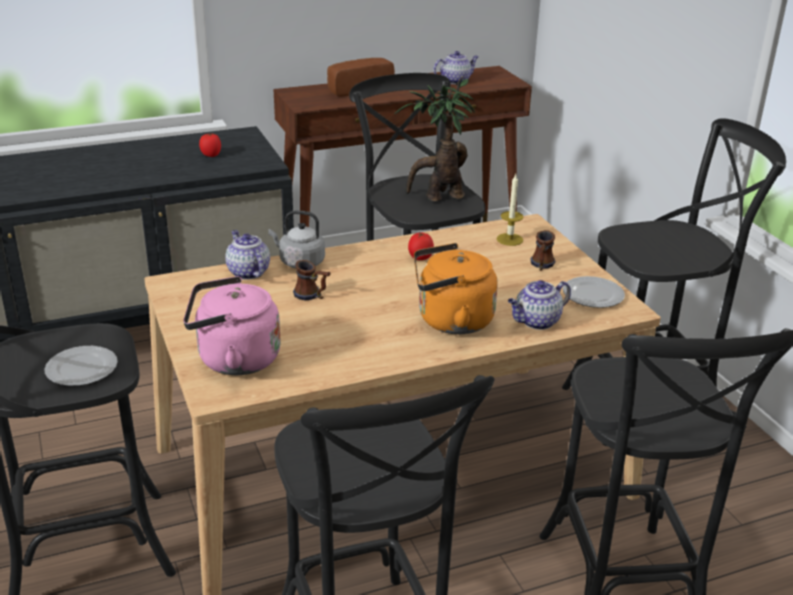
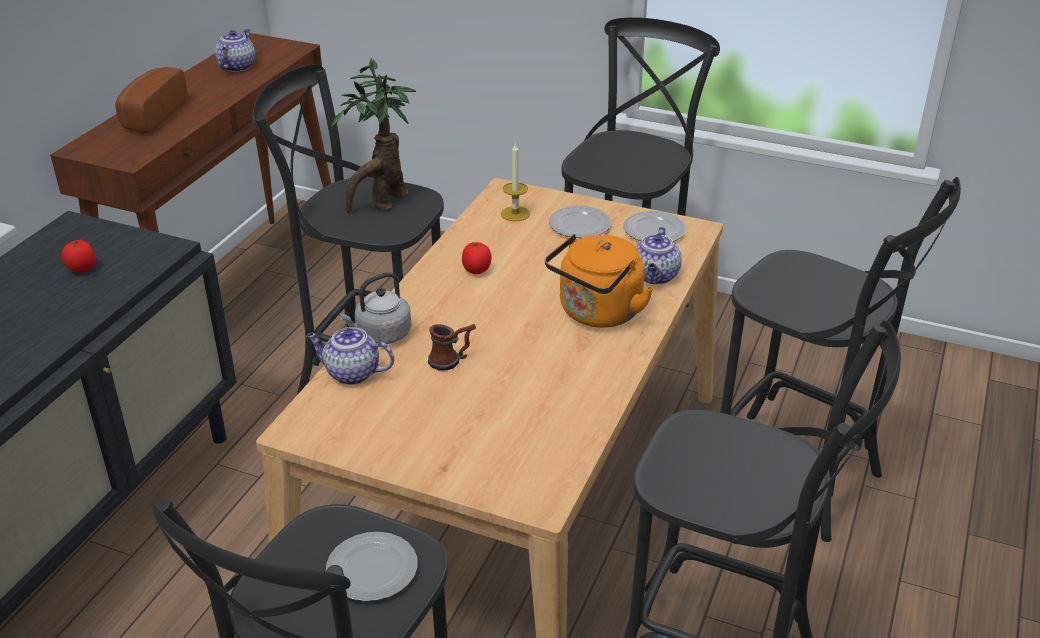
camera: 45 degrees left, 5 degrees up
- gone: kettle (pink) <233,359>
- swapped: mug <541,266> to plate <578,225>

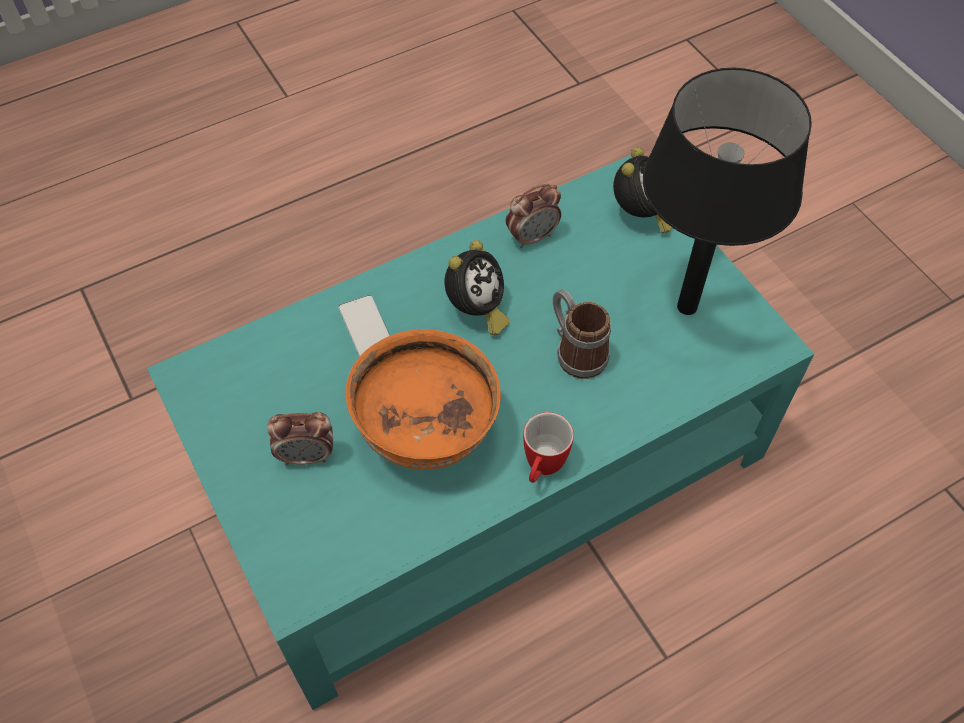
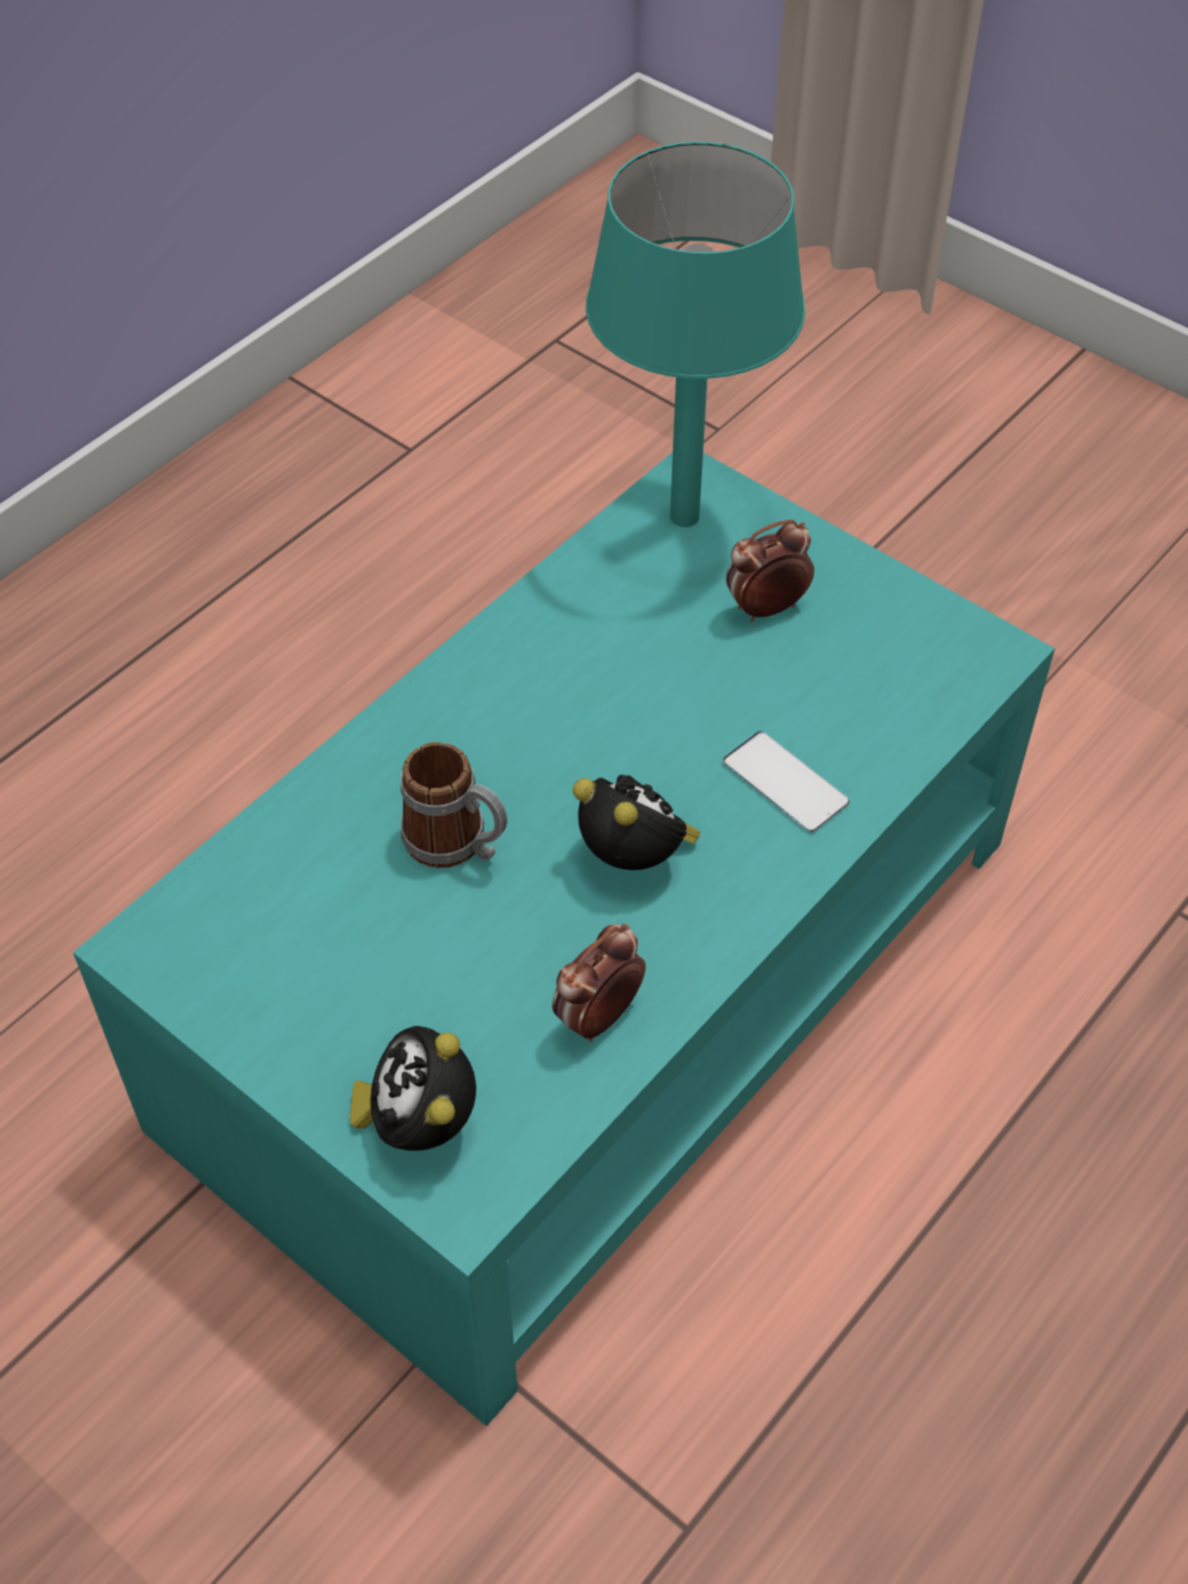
camera: 160 degrees right, 5 degrees down
- gone: bowl (orange) <427,432>
- rotated: alarm clock <476,310> = <636,860> 120 degrees clockwise
- gone: mug <541,469>
- gone: table lamp (black) <687,307>
- new: table lamp (turquoise) <684,518>

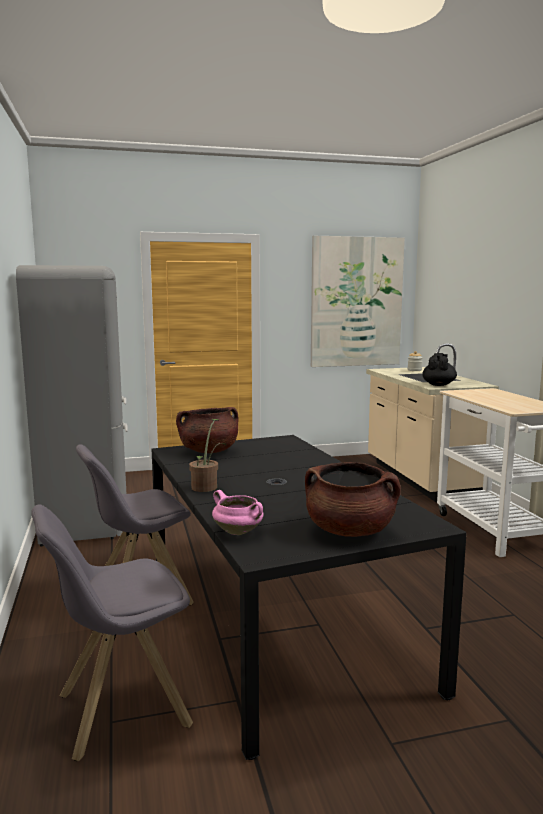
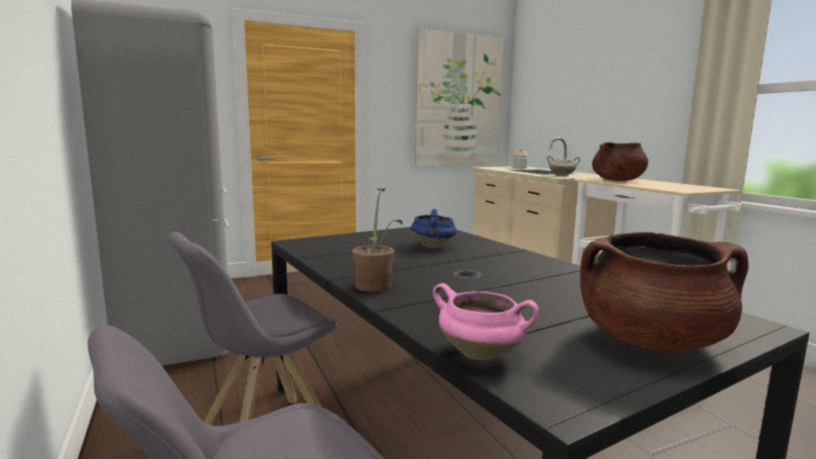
camera: 10 degrees left, 0 degrees up
- shifted: cooking pot (brown) <209,451> to <617,180>
- swapped: teapot (black) <438,385> to cooking pot (white) <562,176>
- new: cooking pot (blue) <433,246>

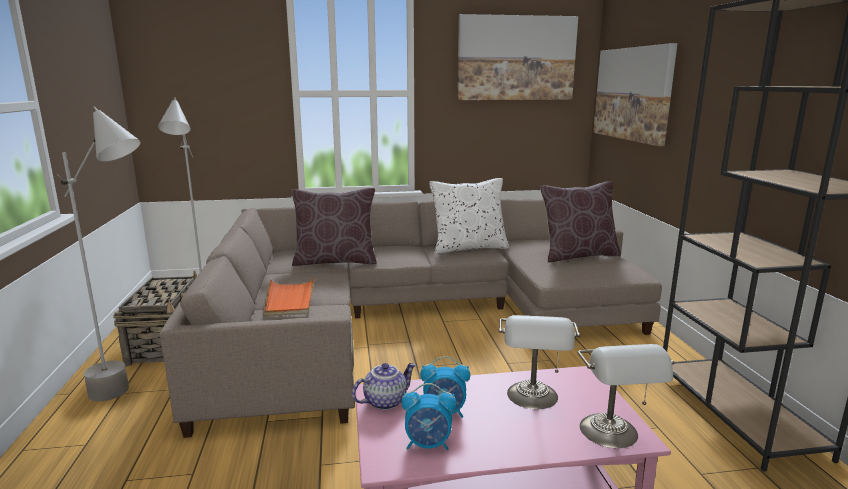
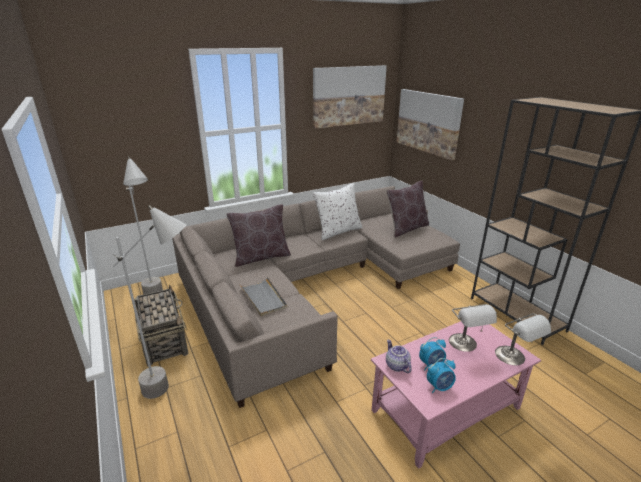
camera: 20 degrees left, 10 degrees up
- repainted: tray (orange) <290,299> to tray (grey) <263,298>
- rotated: teapot <385,401> = <396,365> 60 degrees counterclockwise

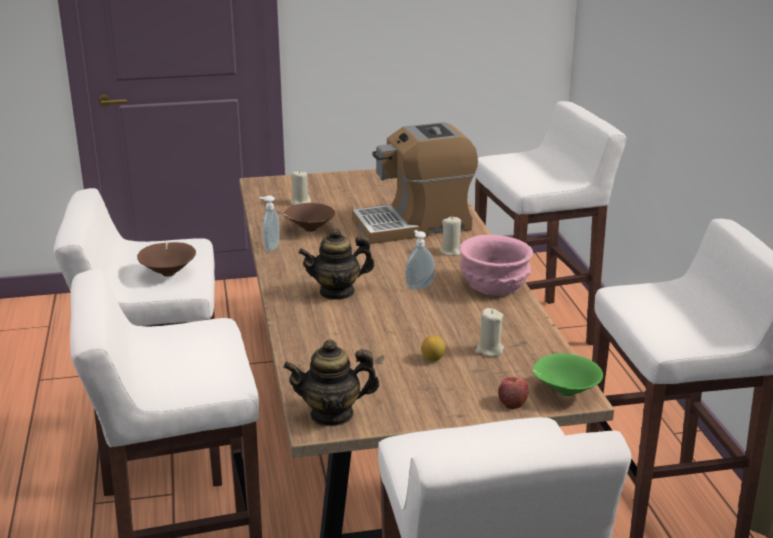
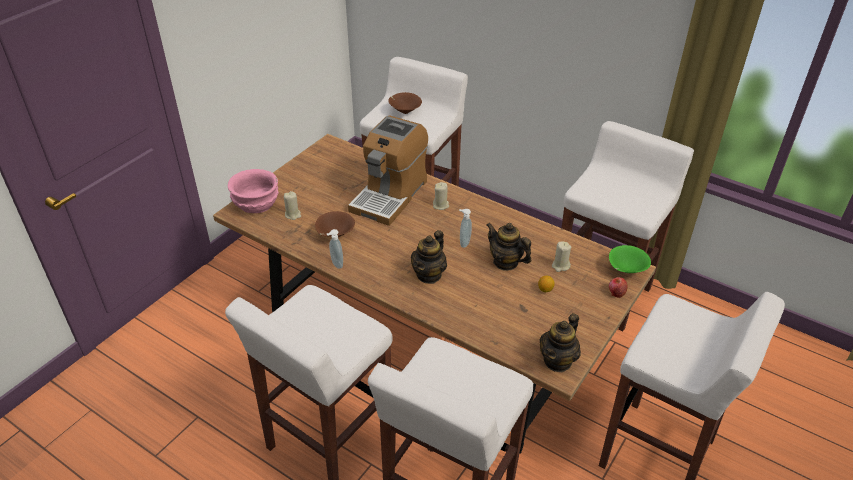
camera: 45 degrees left, 15 degrees up
- shifted: bowl (brown) <168,273> to <404,111>
- shifted: bowl (pink) <493,285> to <255,204>
- new: teapot <506,262>

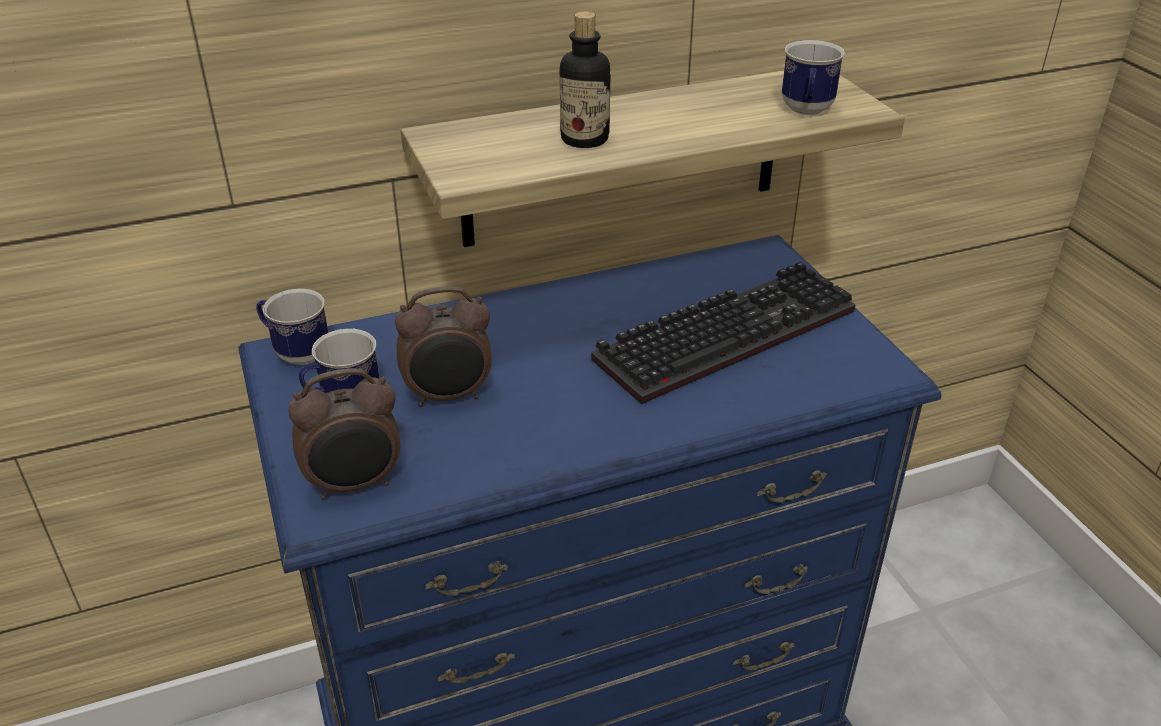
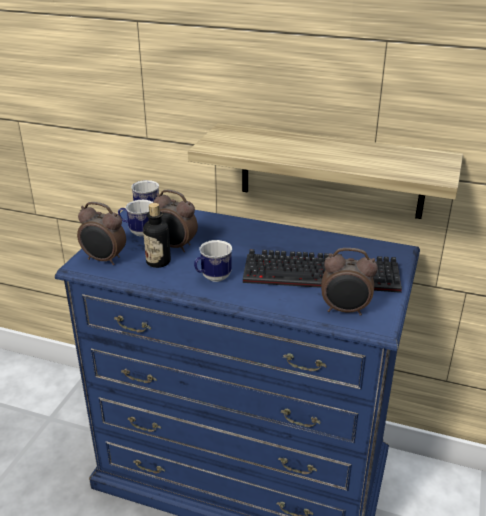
camera: 40 degrees right, 5 degrees down
- shifted: bottle <584,139> to <158,262>
- shifted: mug <806,111> to <212,278>
- new: alarm clock <345,310>

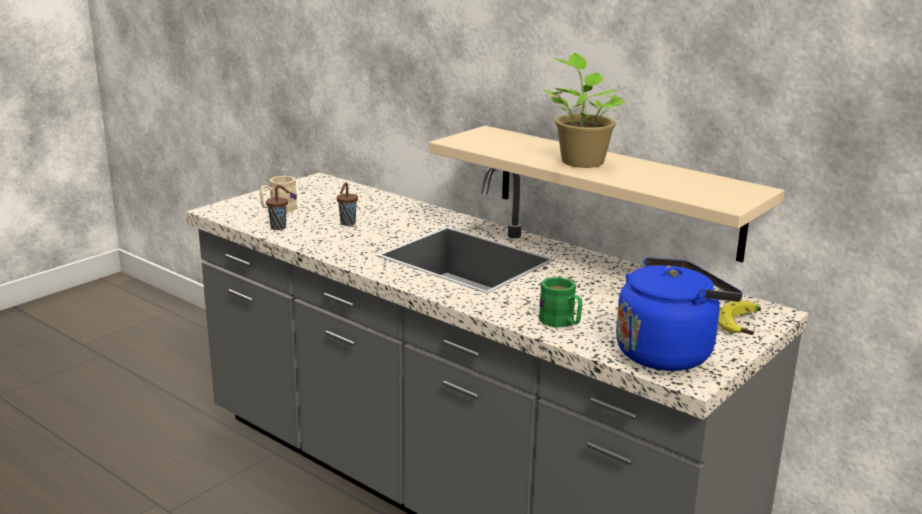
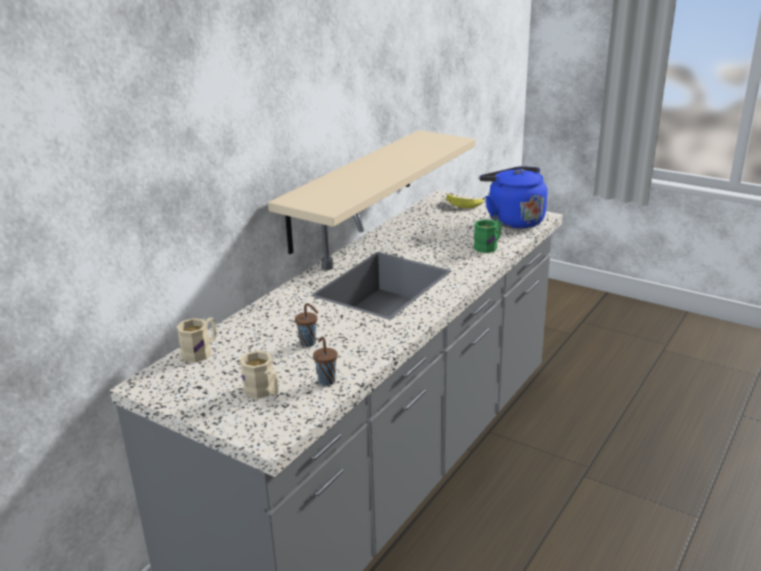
camera: 95 degrees left, 5 degrees up
- gone: potted plant <581,161>
- new: mug (beige) <201,351>

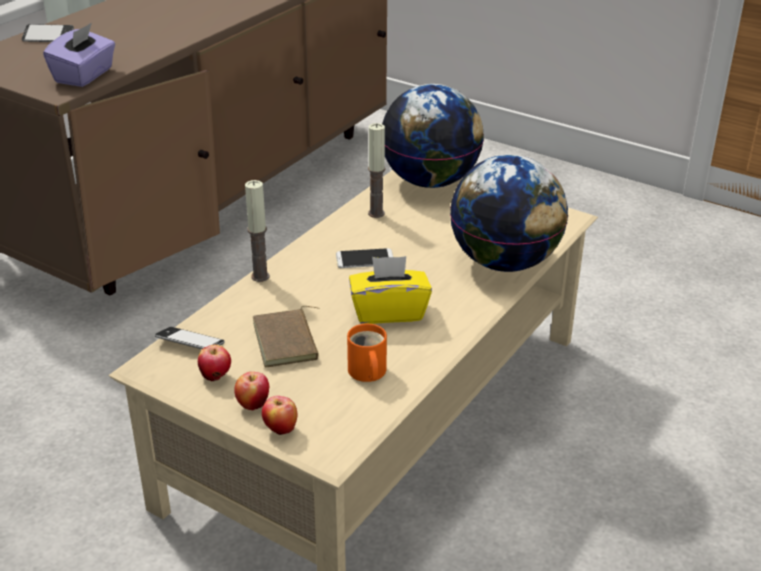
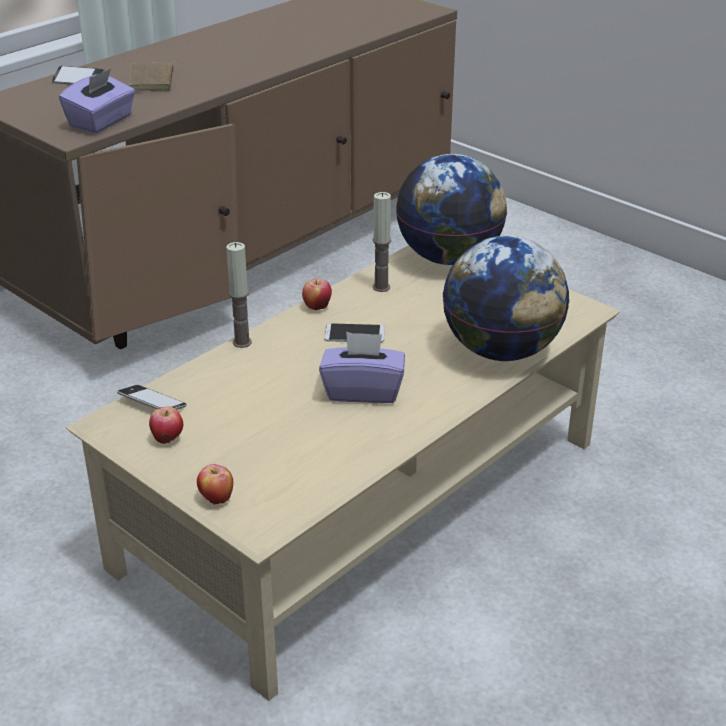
camera: 10 degrees right, 0 degrees up
- shifted: apple <253,404> to <317,307>
- shifted: book (brown) <288,341> to <154,81>
- gone: mug (orange) <366,372>
- repainted: tissue box (yellow) <389,311> to tissue box (purple) <363,391>

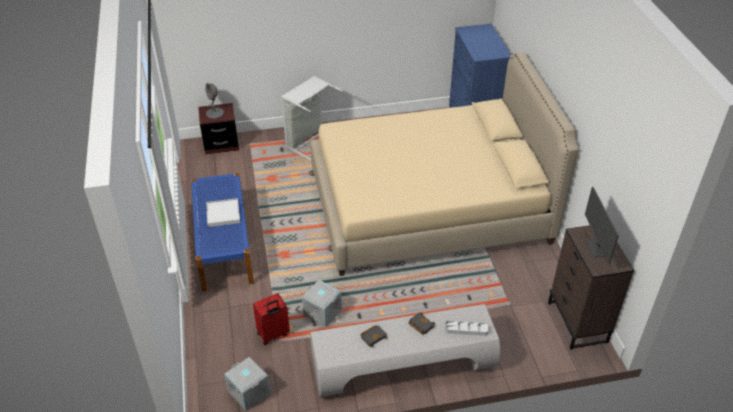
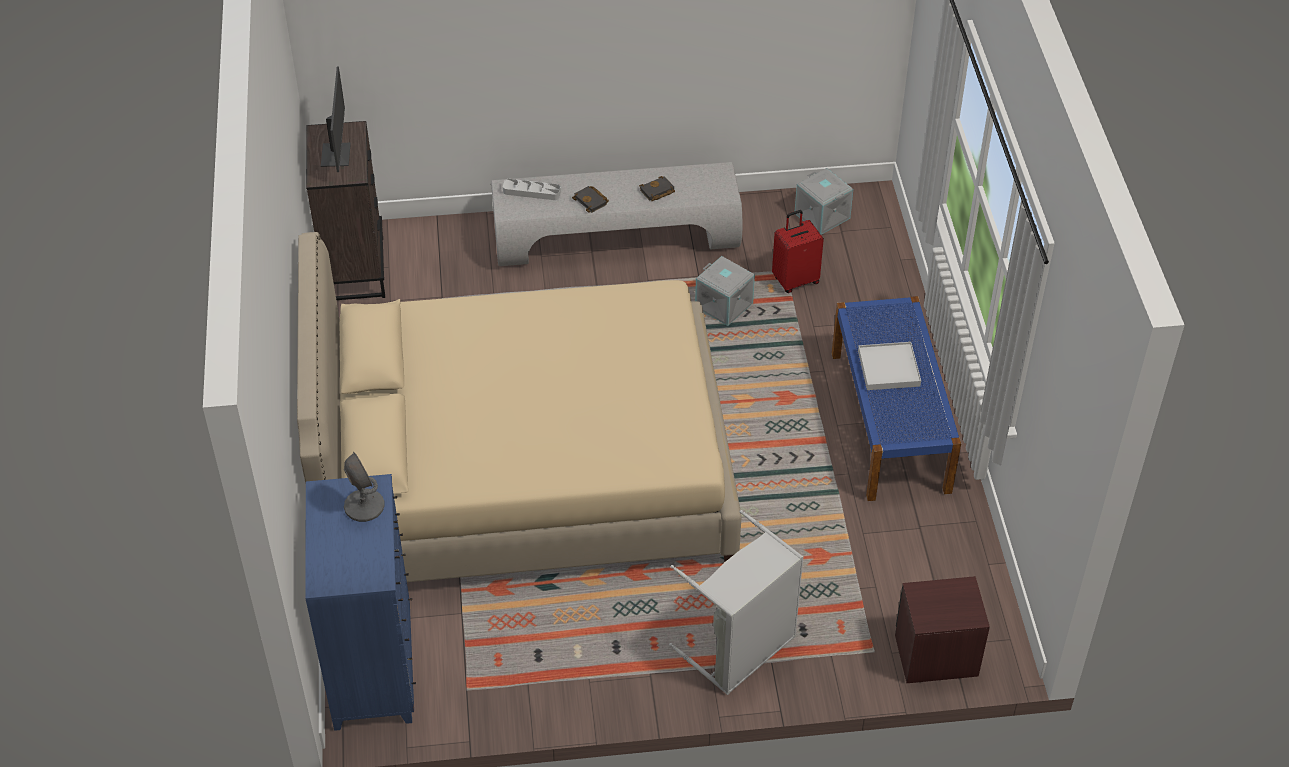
camera: 175 degrees left, 5 degrees up
- shifted: table lamp (grey) <215,113> to <364,505>

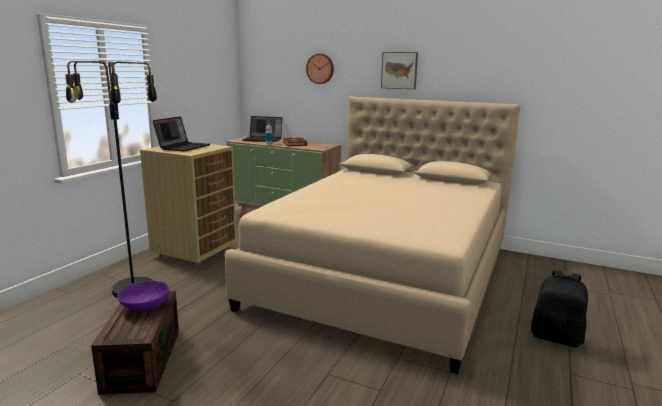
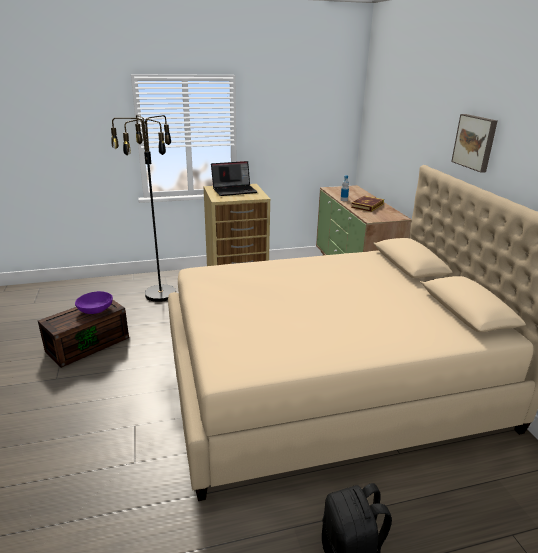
camera: 50 degrees right, 10 degrees up
- gone: laptop <263,139>
- gone: wall clock <320,68>

